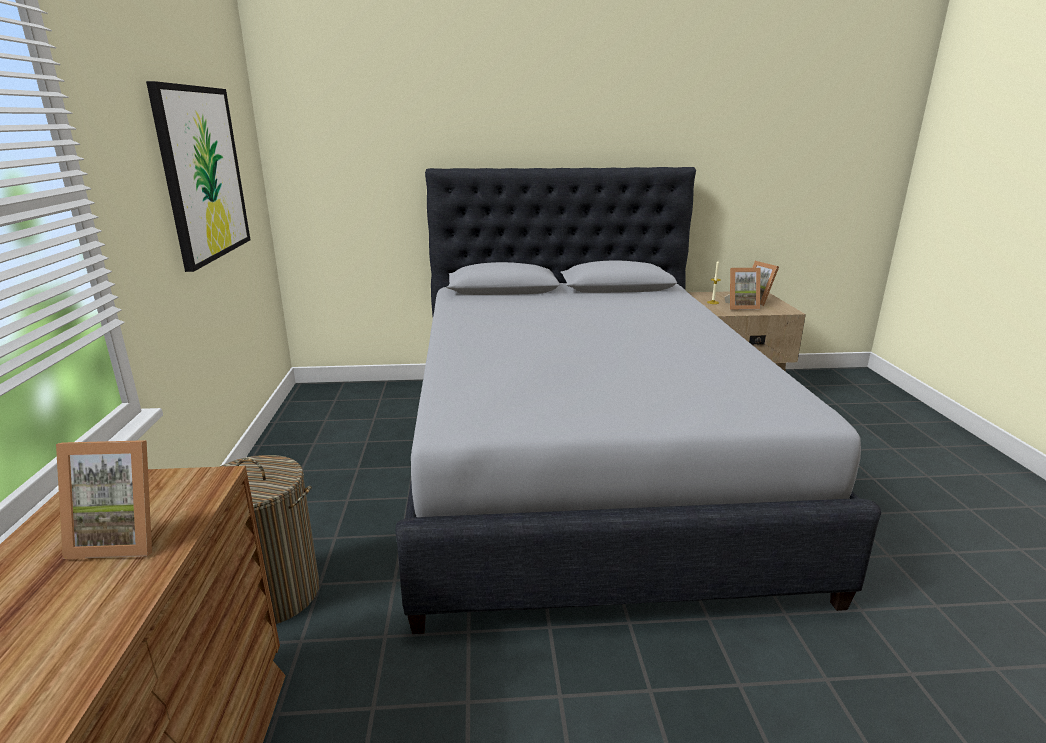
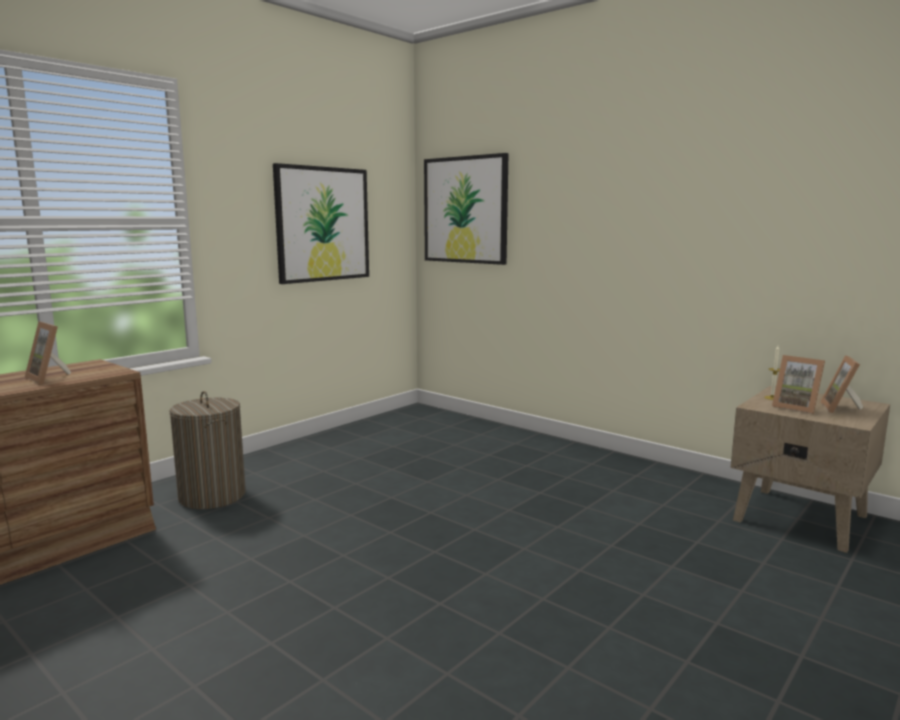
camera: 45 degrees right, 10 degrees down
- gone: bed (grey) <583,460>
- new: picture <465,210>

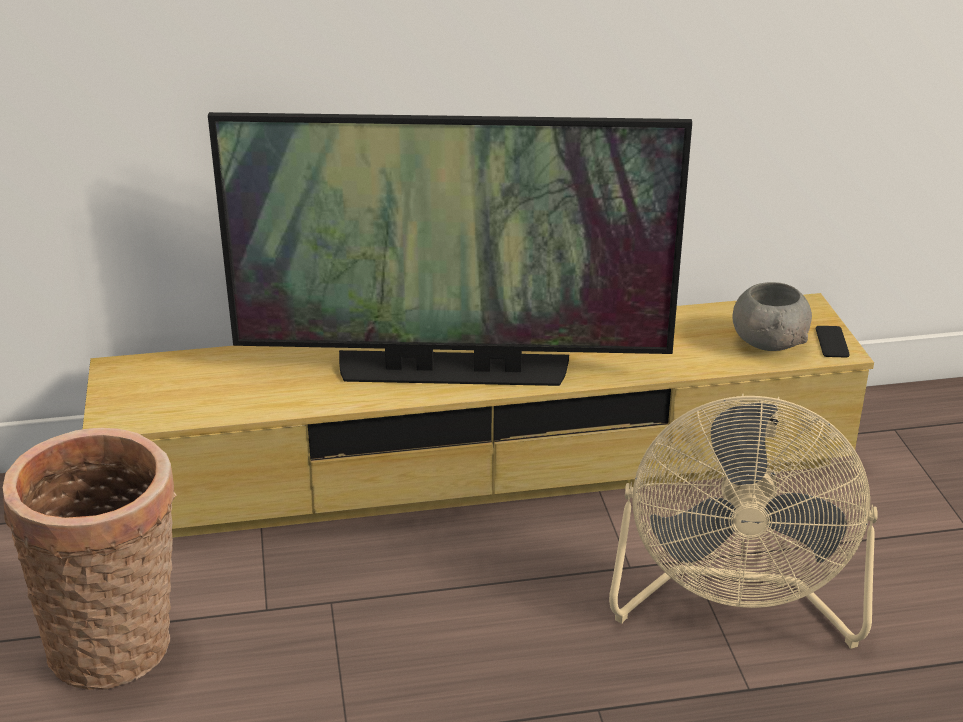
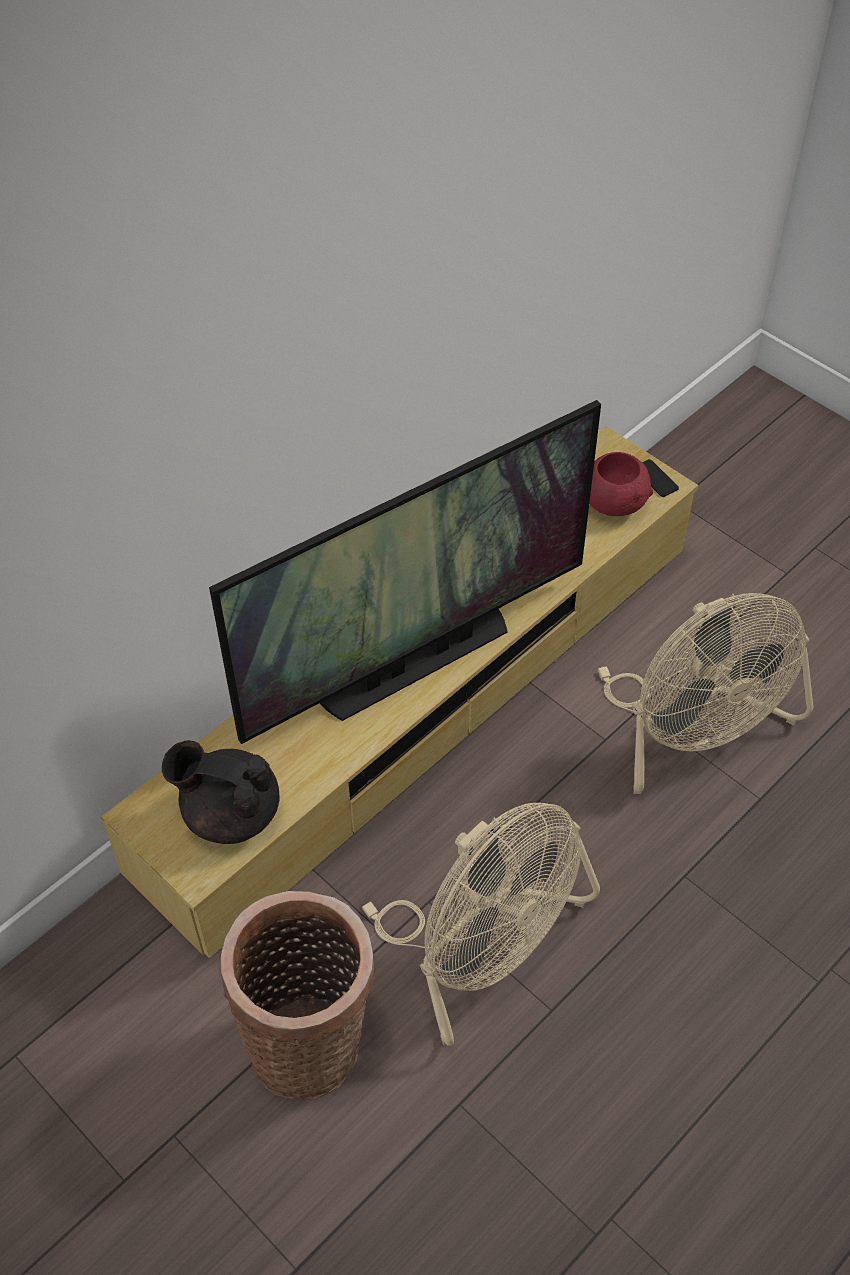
camera: 35 degrees left, 20 degrees up
- repainted: bowl (grey) <768,343> to bowl (red) <614,503>
- new: teapot (black) <230,813>
- new: fan (beige) <478,948>

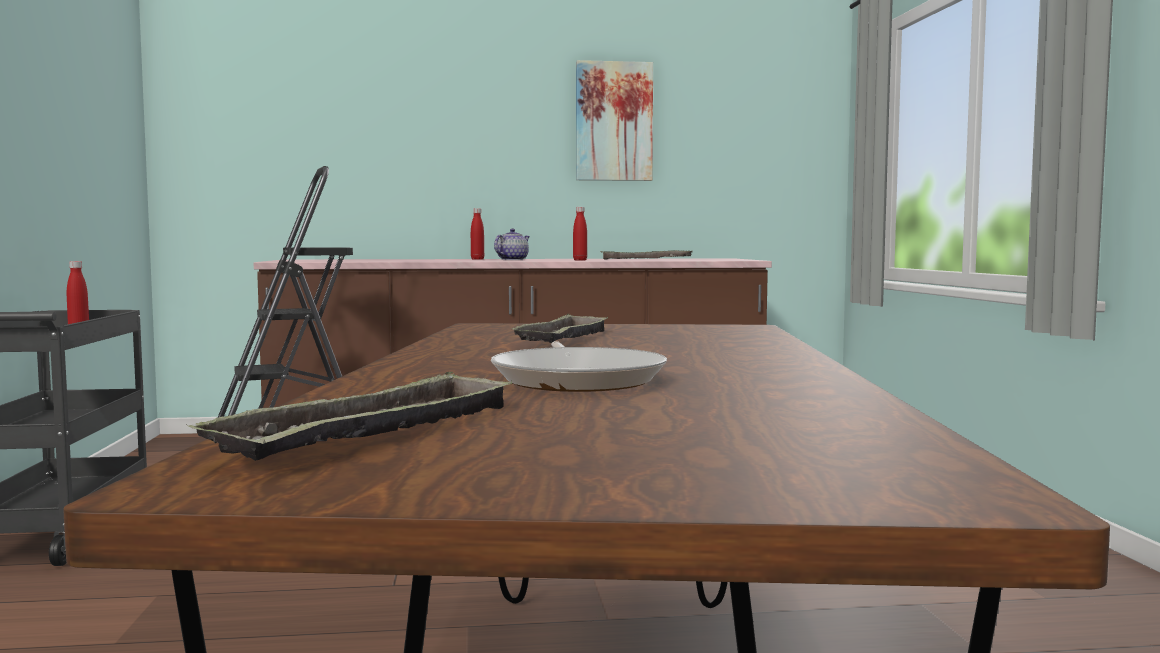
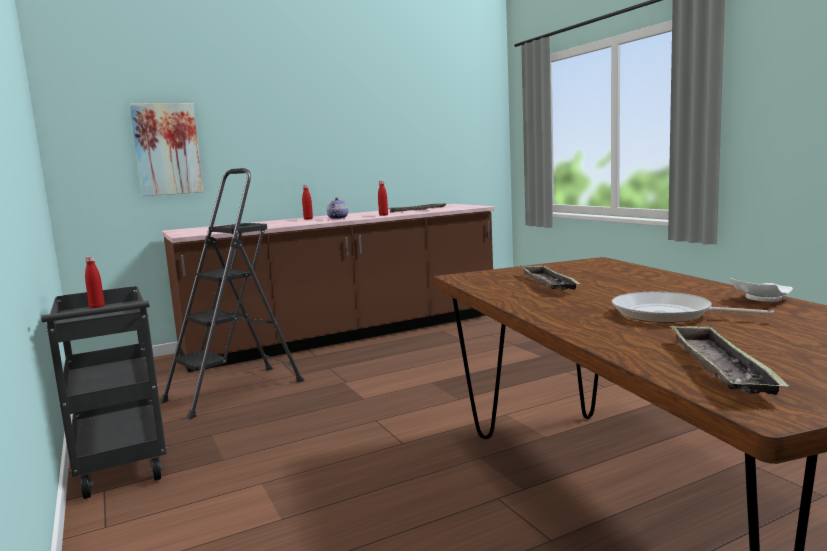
camera: 20 degrees left, 5 degrees up
- rotated: frying pan <578,379> = <667,314> 150 degrees clockwise
- shifted: picture <614,121> to <167,149>
- new: plate (white) <760,299>

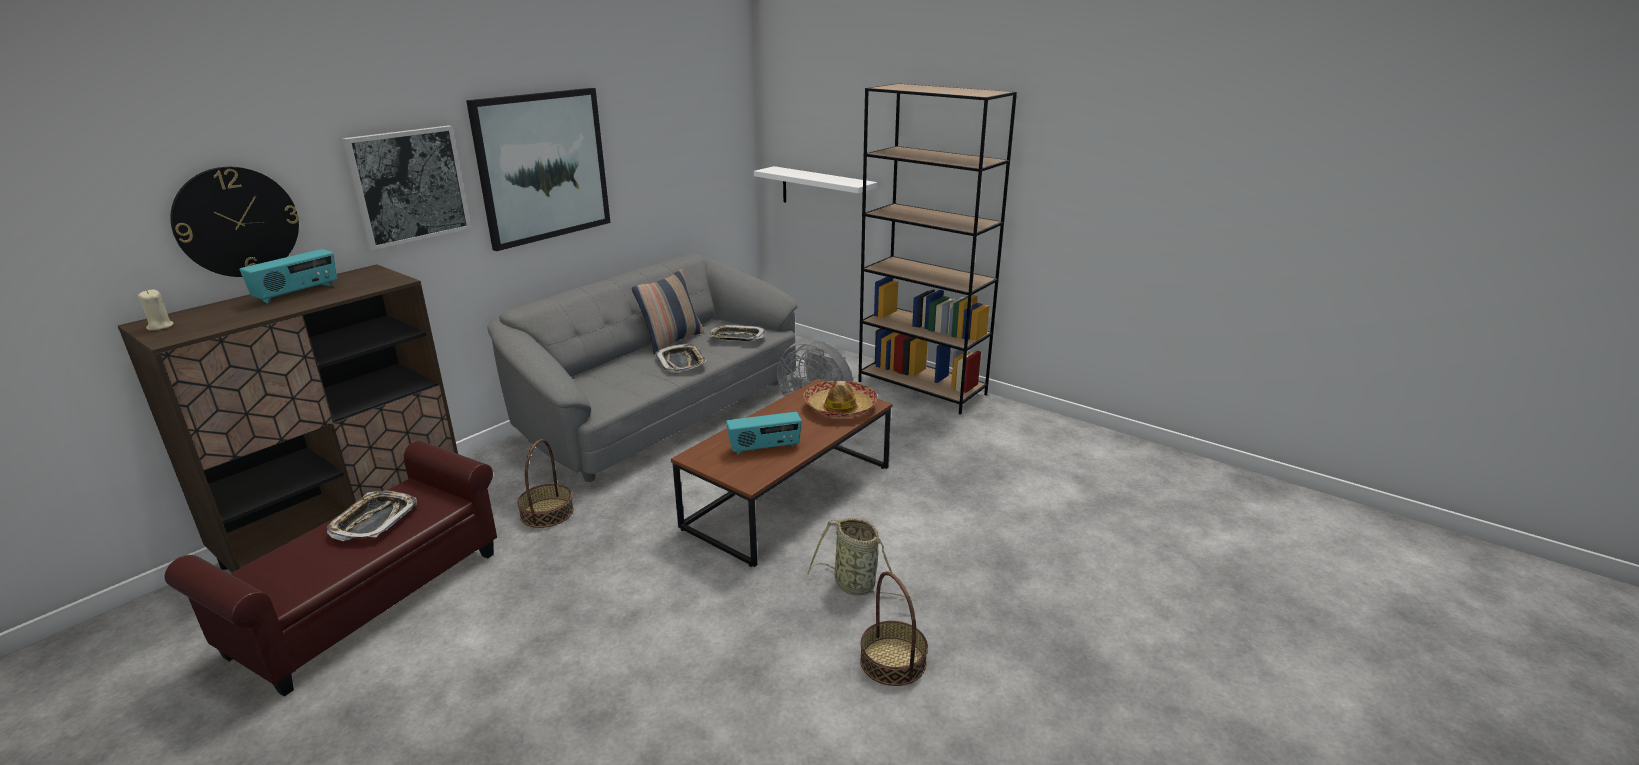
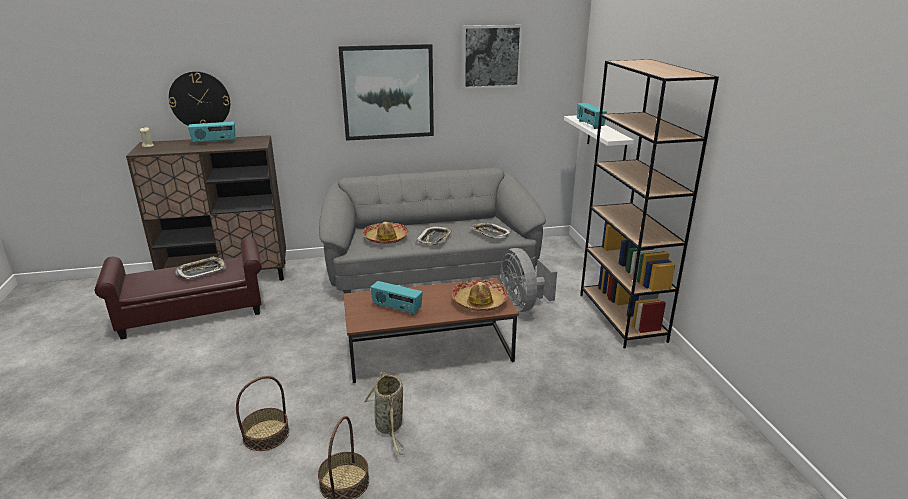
camera: 40 degrees right, 0 degrees up
- shifted: picture <409,185> to <491,56>
- shifted: basket <547,513> to <266,434>
- gone: pillow <672,341>
- new: hat <386,238>
- new: radio <589,125>

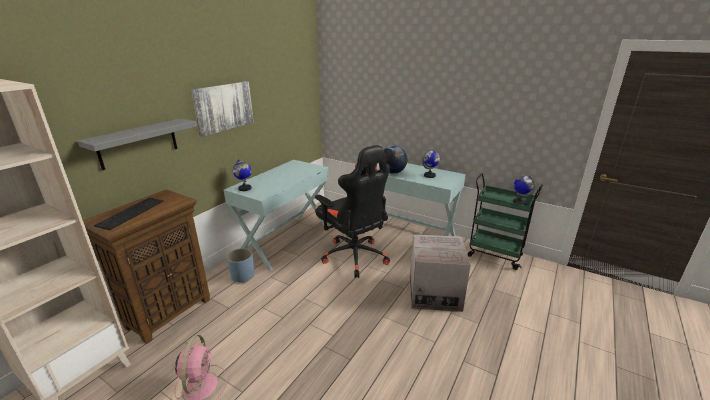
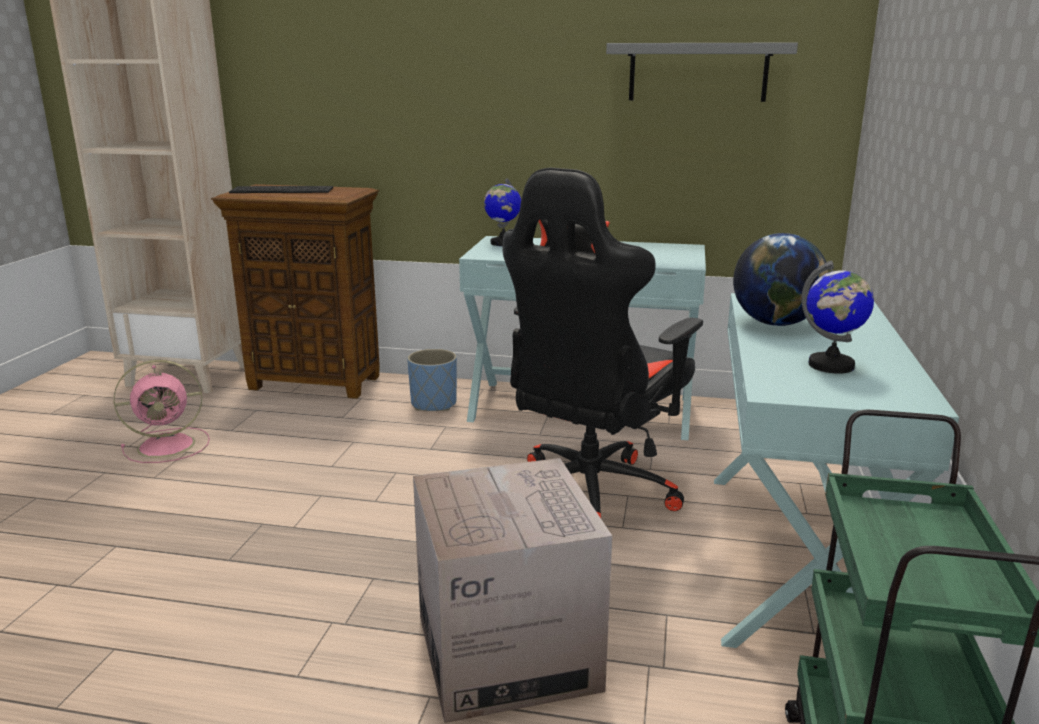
camera: 70 degrees right, 5 degrees down
- shifted: shelf (grey) <138,143> to <698,72>
- gone: picture <223,107>
- gone: globe <519,202>

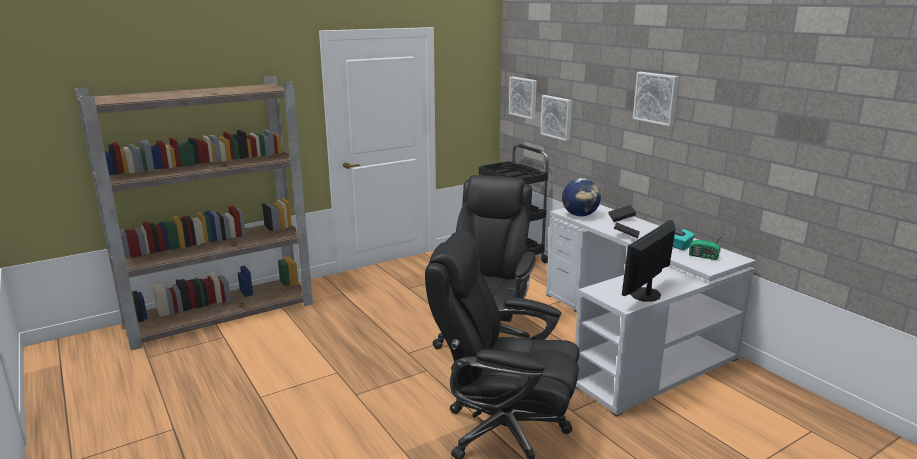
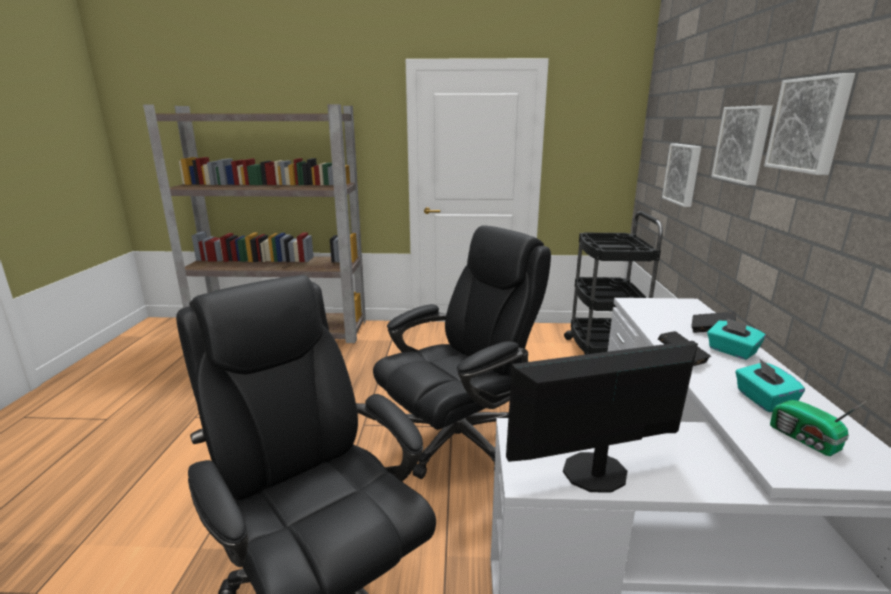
camera: 35 degrees right, 0 degrees up
- shifted: picture <524,97> to <743,144>
- gone: globe <580,215>
- new: tissue box (turquoise) <731,351>

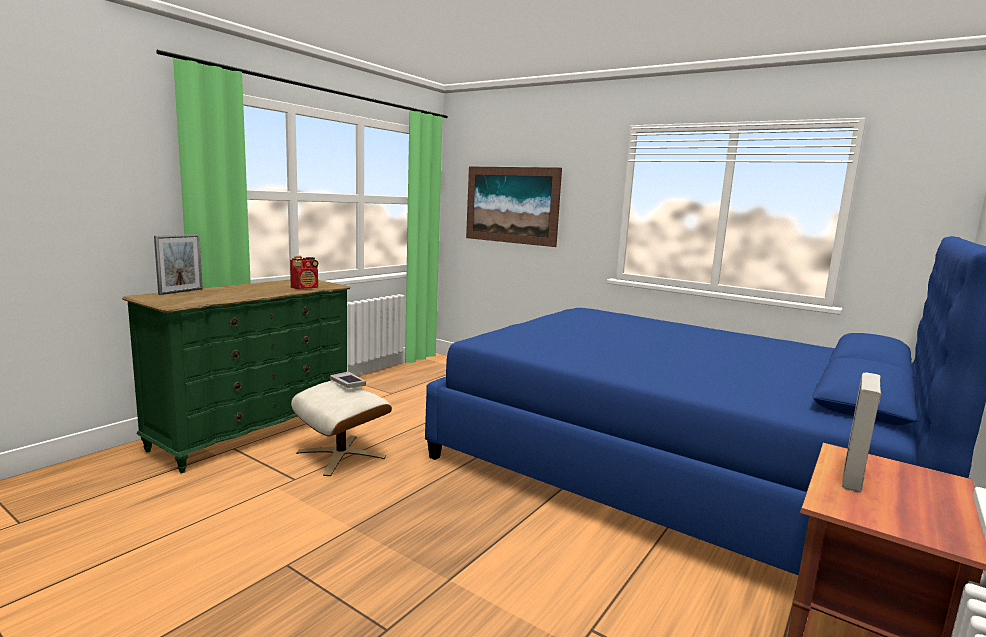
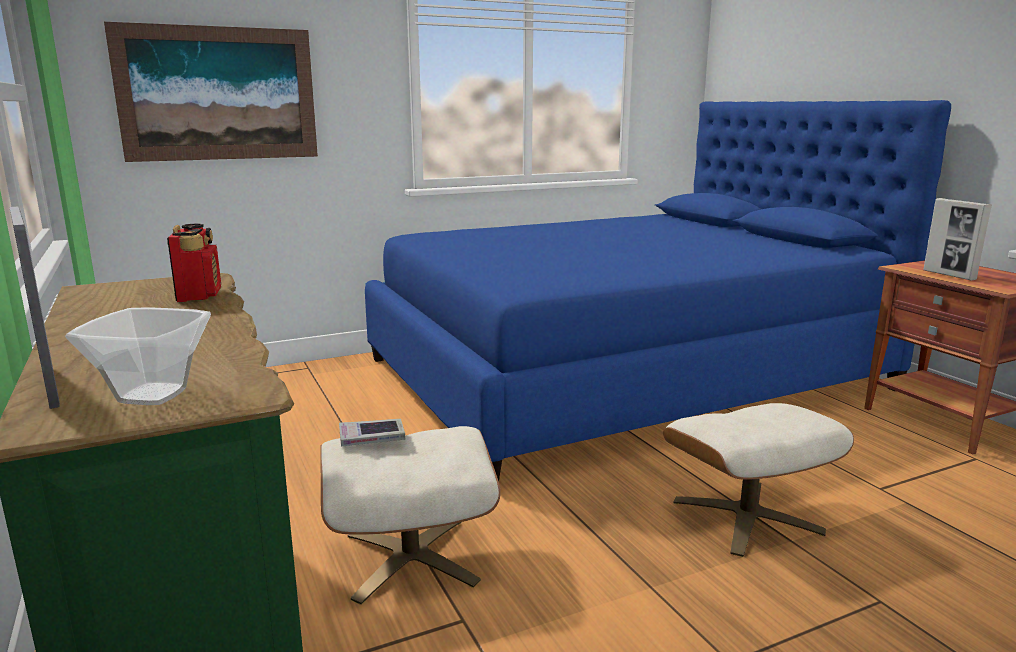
camera: 60 degrees left, 5 degrees up
- new: bowl <152,396>
- new: ottoman (beige) <747,517>

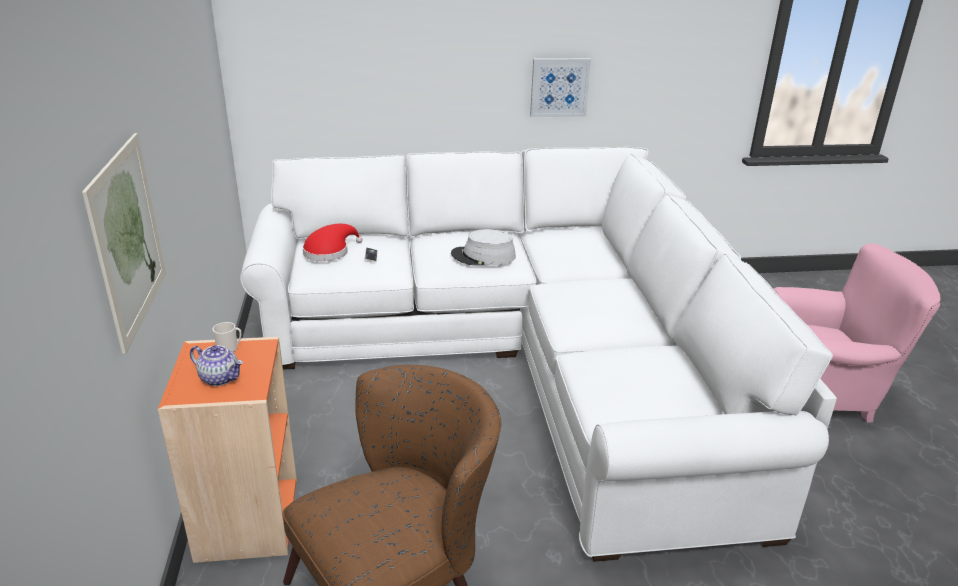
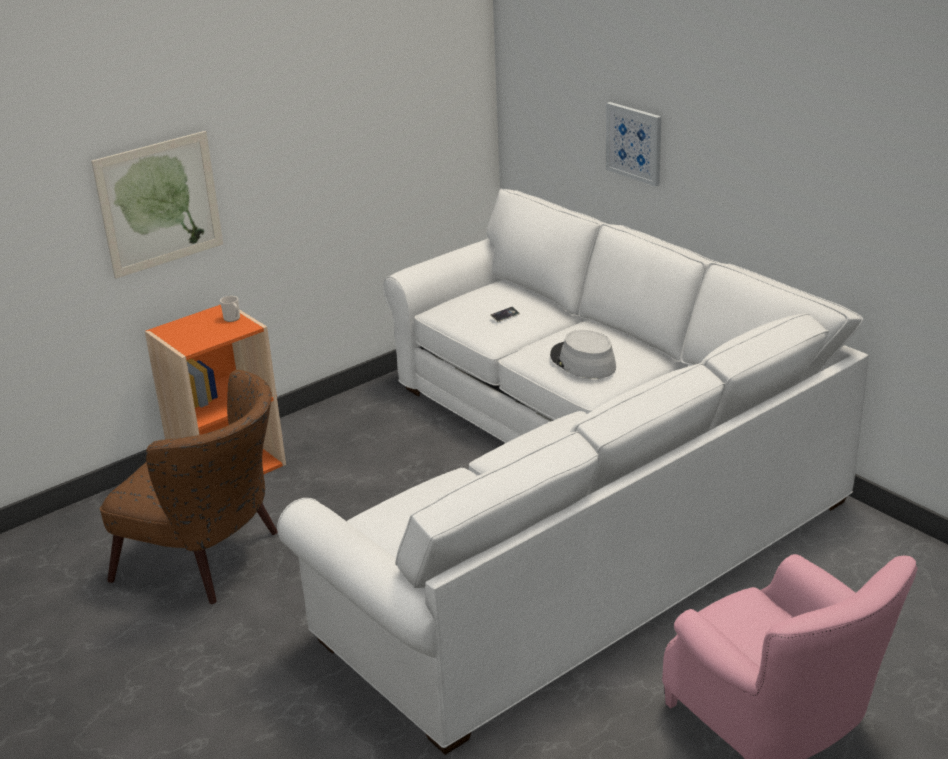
camera: 60 degrees right, 0 degrees up
- gone: teapot <220,378>
- gone: hat (red) <329,251>
- shifted: picture <559,87> to <634,143>

